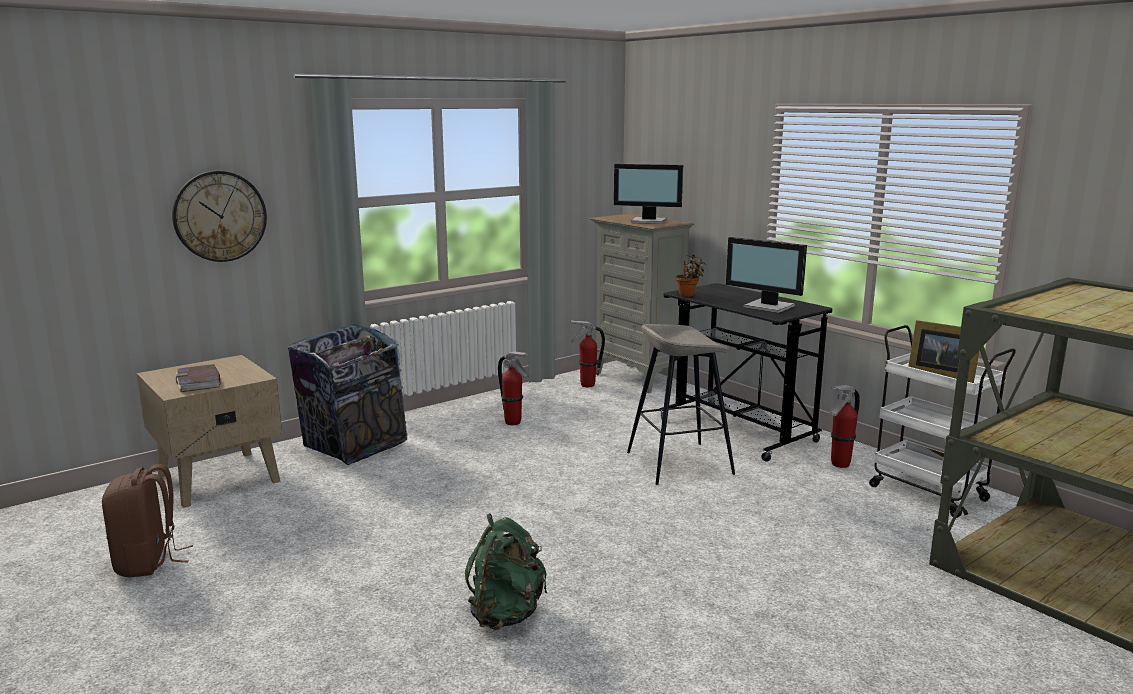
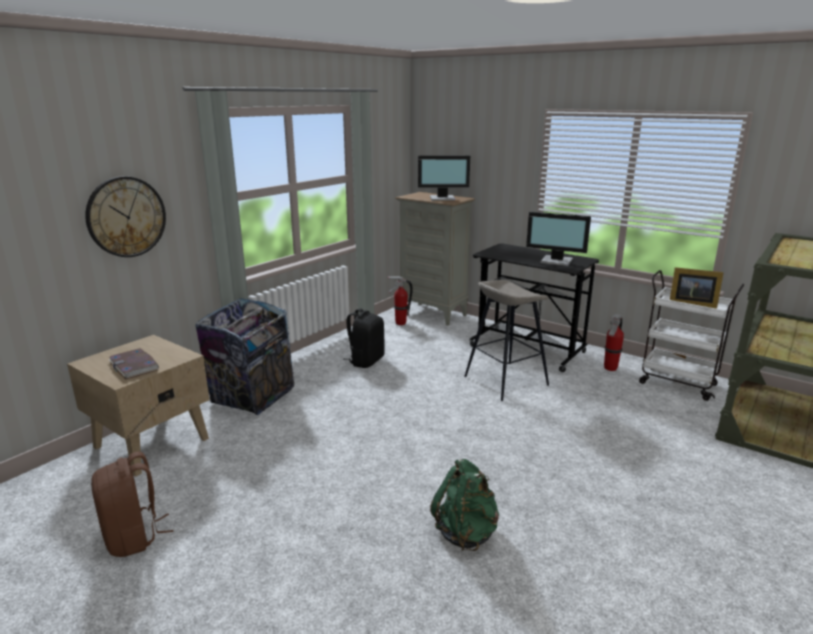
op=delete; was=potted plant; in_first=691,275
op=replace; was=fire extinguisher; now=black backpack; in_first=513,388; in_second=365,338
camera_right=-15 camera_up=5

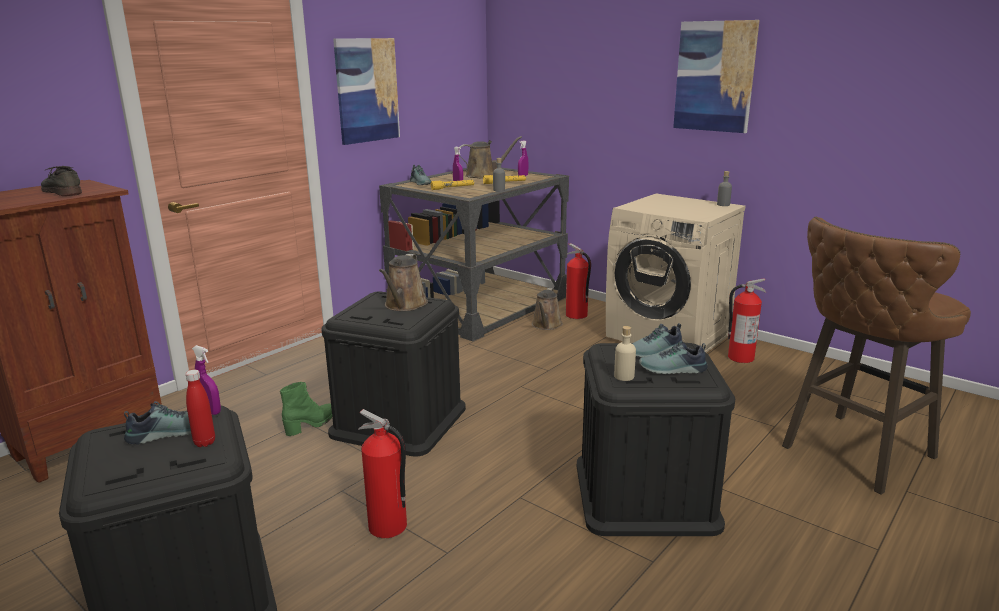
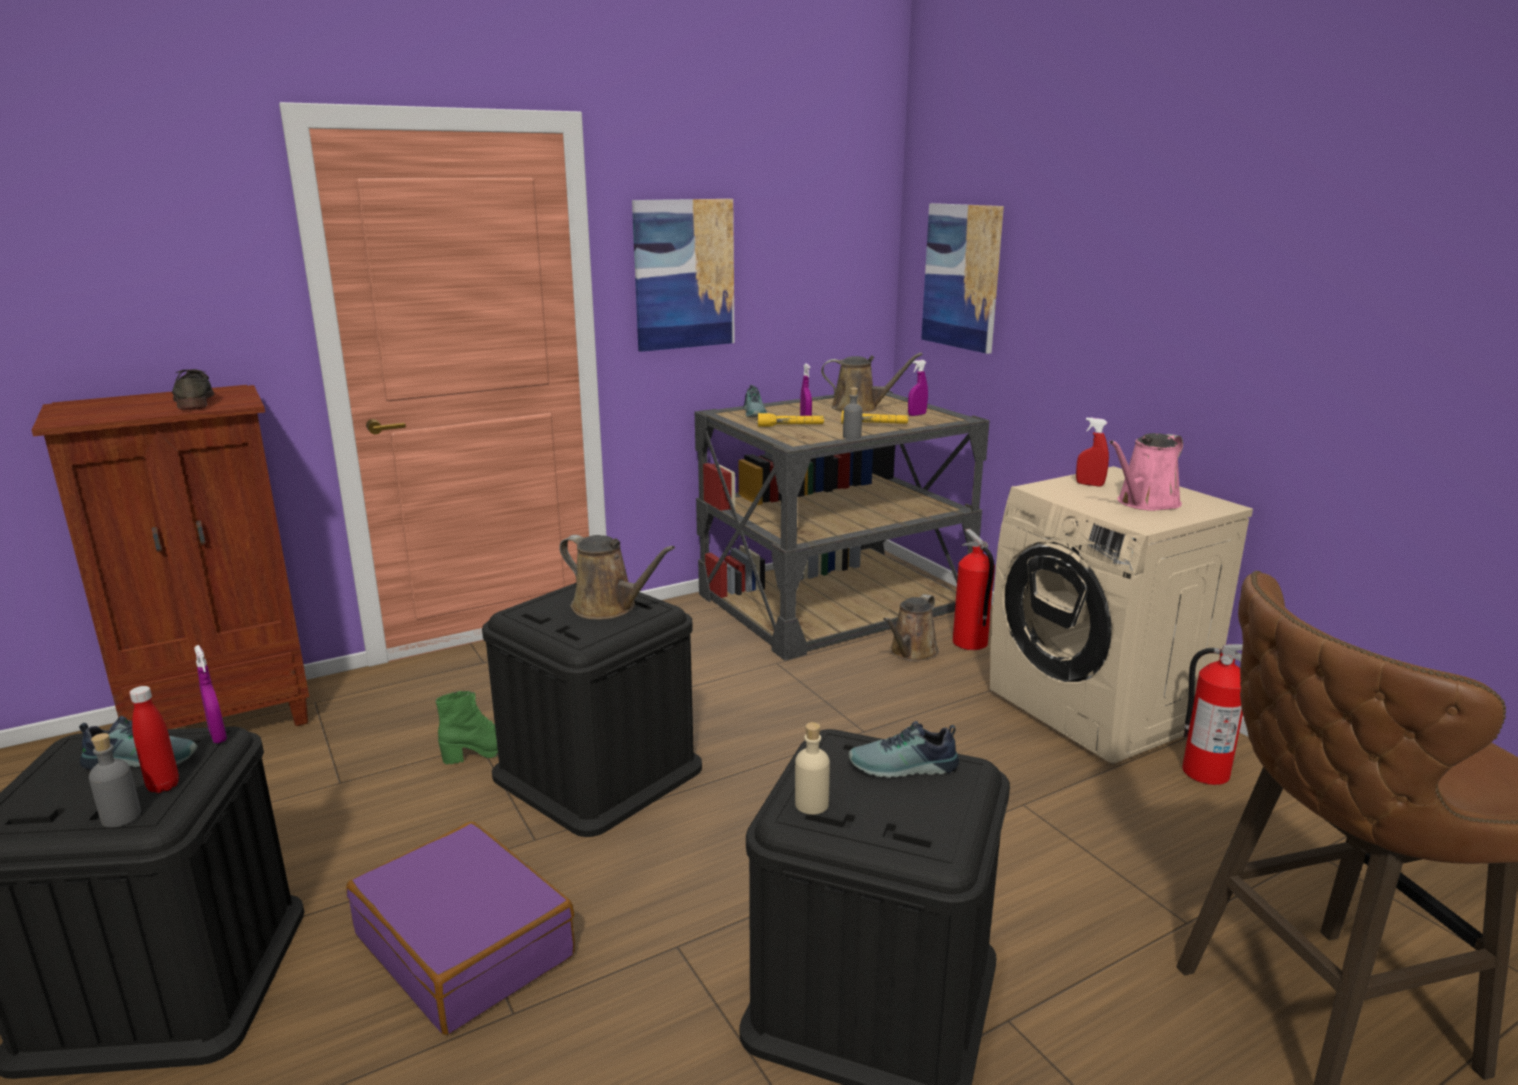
op=delete; was=shoe; in_first=673,357
op=insert; now=red spray bottle; in_second=1092,452
op=insert; now=pink watering can; in_second=1146,472
op=move; was=picture; in_first=716,76; in_second=962,278
op=move; was=grey bottle; in_first=724,188; in_second=115,780
op=replace; was=fire extinguisher; now=purple suitcase; in_first=382,473; in_second=460,928
op=rotate; was=brown watering can; in_first=403,282; in_second=617,577; clockwise=-90
camera_right=20 camera_up=0

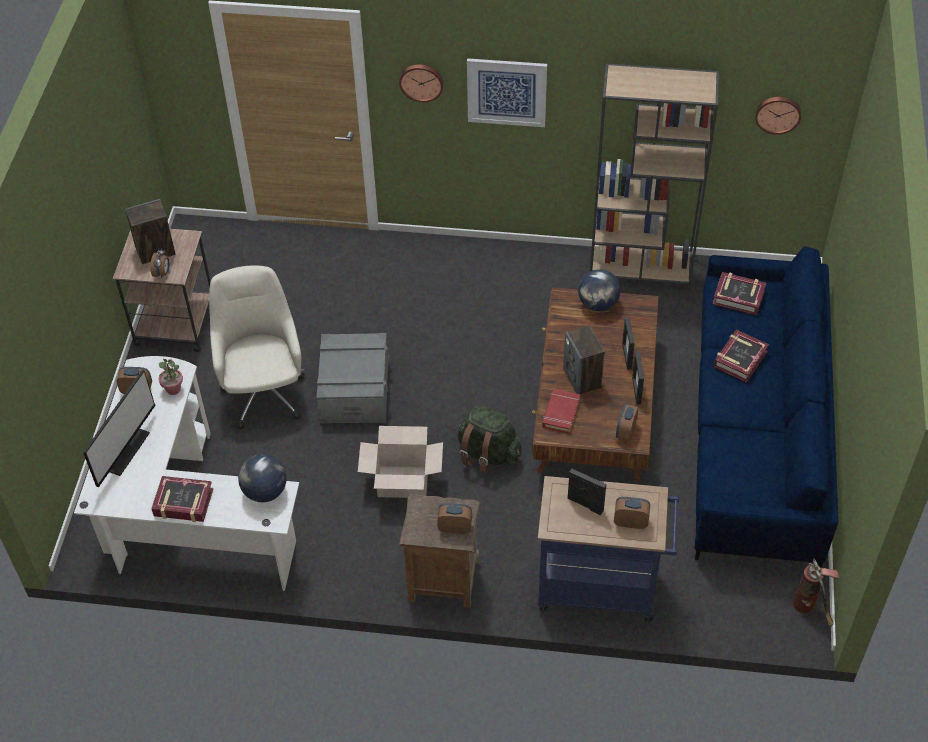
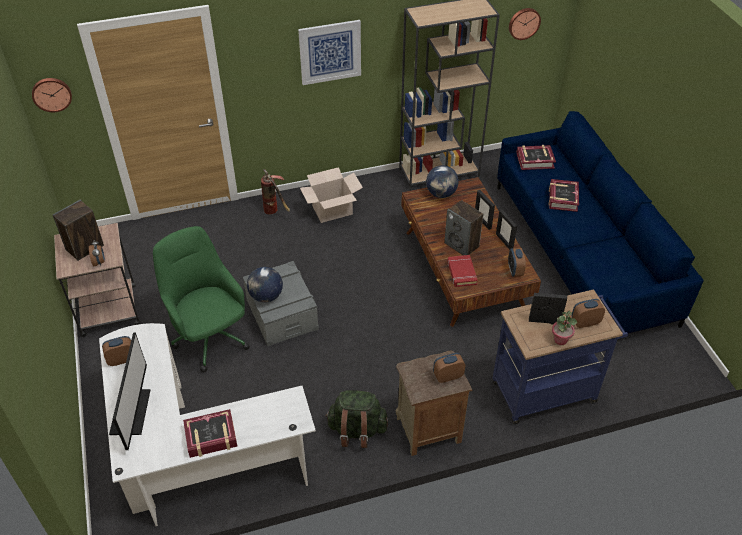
op=move; was=potted plant; in_first=171,377; in_second=564,328
op=move; was=globe; in_first=262,478; in_second=265,285
op=move; was=cardboard box; in_first=400,462; in_second=331,195
op=move; was=wall clock; in_first=421,83; in_second=52,95
op=move; was=green backpack; in_first=490,440; in_second=357,419
op=move; was=fire extinguisher; in_first=816,592; in_second=275,191
op=recolor; was=beige office chair; now=green office chair; in_first=257,347; in_second=201,299
camera_right=-25 camera_up=-5

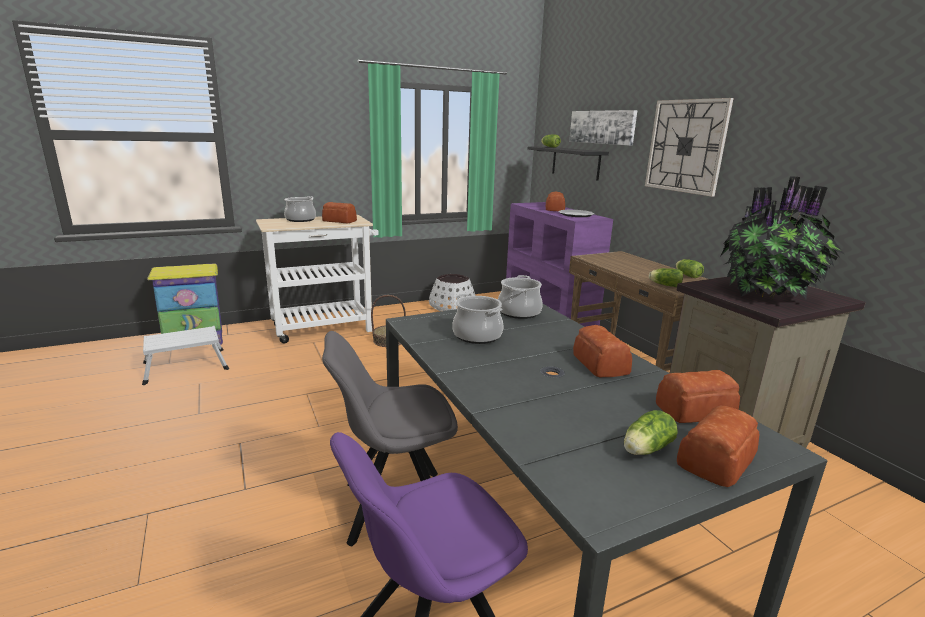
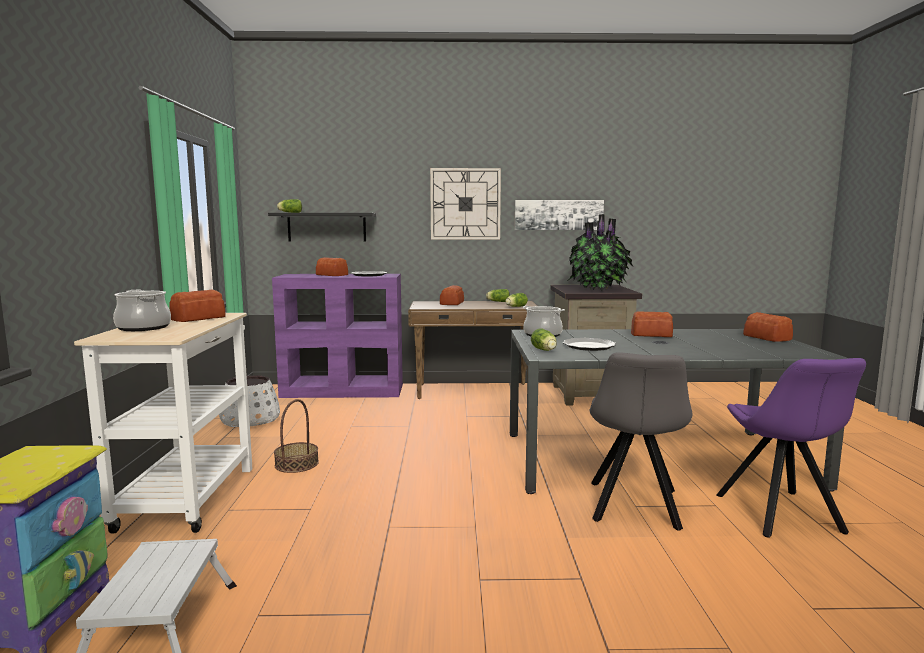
op=move; was=picture; in_first=603,128; in_second=559,215
op=move; was=lettuce; in_first=651,432; in_second=544,339
op=move; was=bread; in_first=698,396; in_second=452,295
op=replace; was=cooking pot; now=plate; in_first=478,319; in_second=589,344
camera_right=-65 camera_up=-10

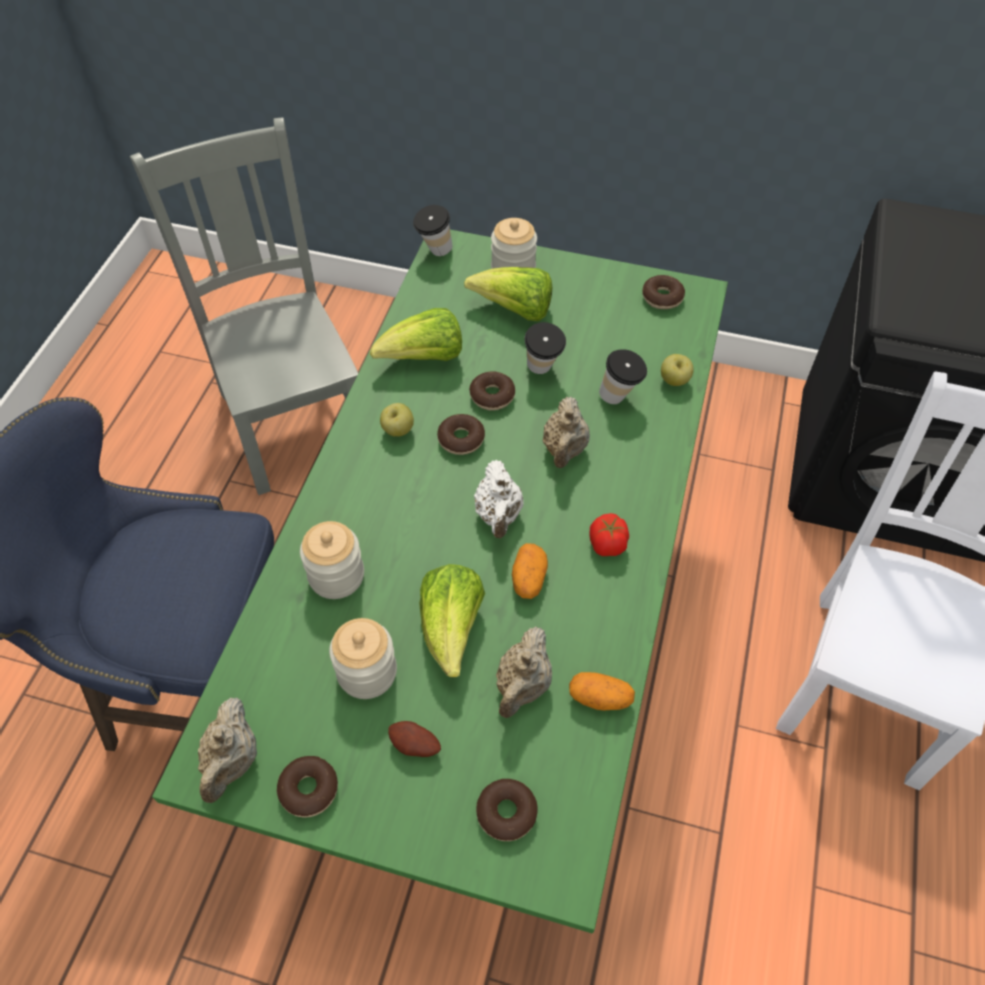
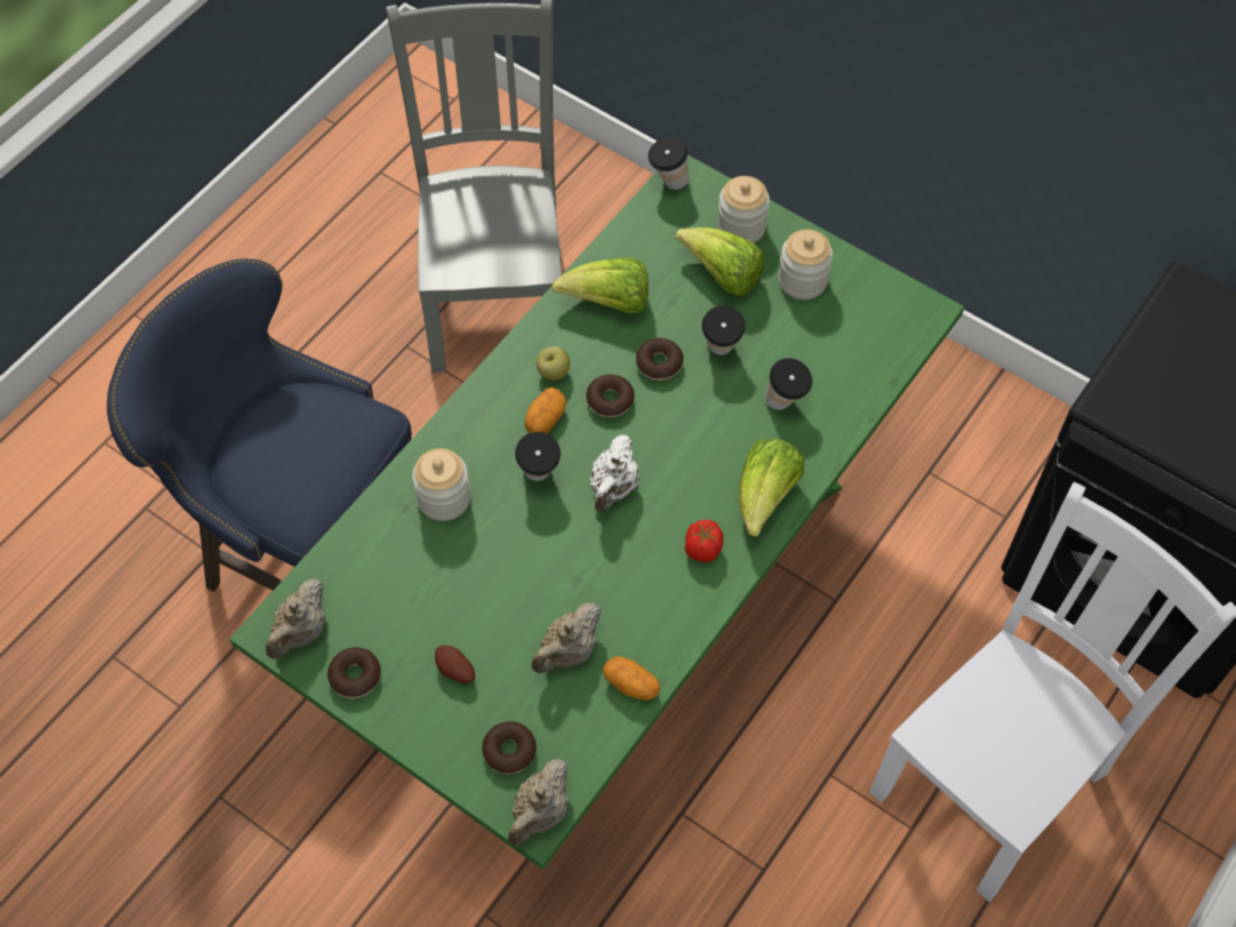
op=delete; was=donut; in_first=663,292
op=delete; was=apple; in_first=677,370
op=insert; now=cup; in_second=538,456
op=move; was=jar; in_first=363,658; in_second=805,264
op=move; was=lettuce; in_first=452,620; in_second=771,488
op=move; was=potato; in_first=530,571; in_second=546,410
op=move; was=beige teapot; in_first=566,432; in_second=538,802
camera_right=20 camera_up=5

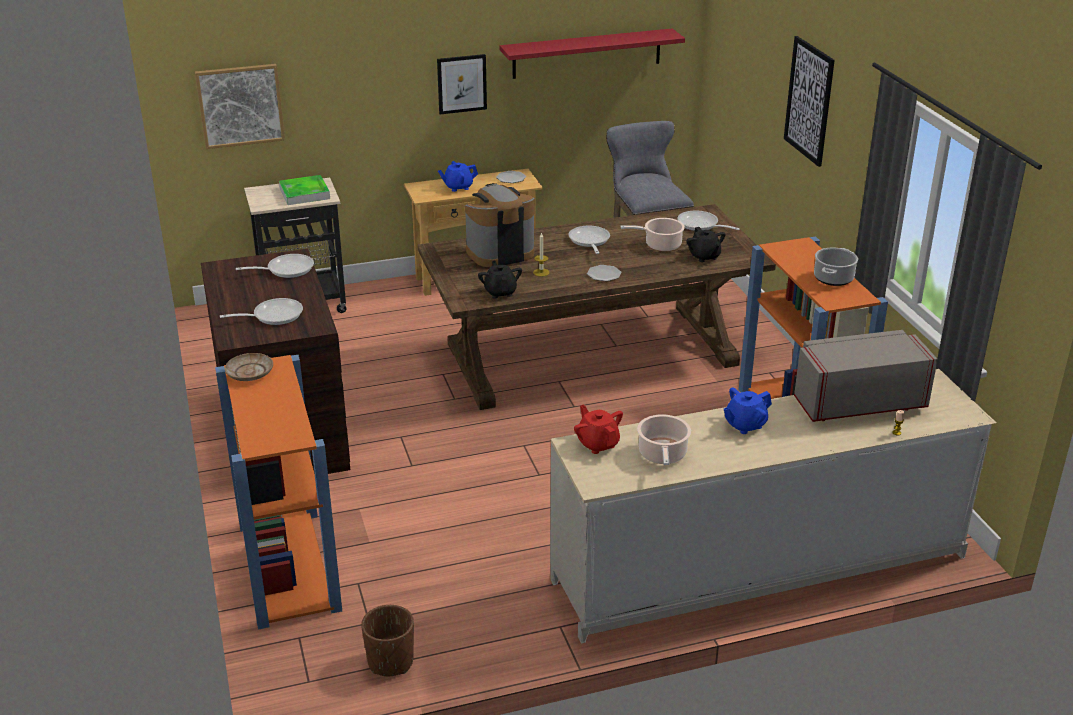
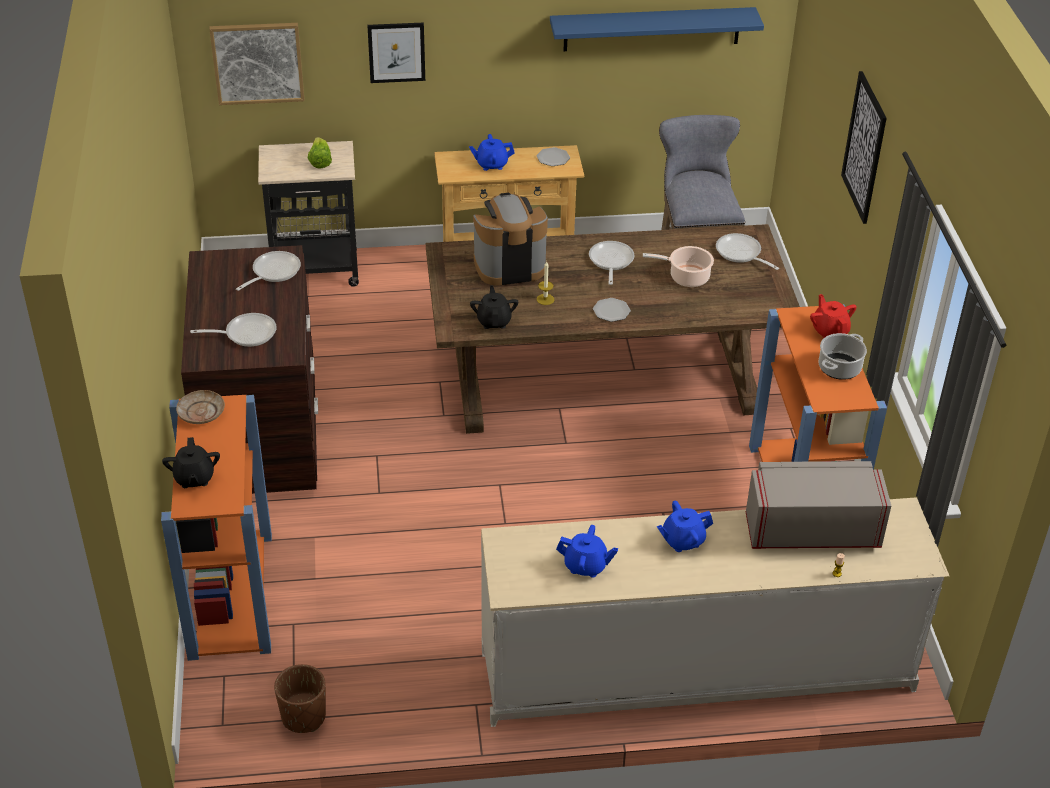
op=move; was=picture; in_first=462,84; in_second=396,52
op=move; was=red teapot; in_first=598,429; in_second=833,316
op=move; was=black teapot; in_first=706,244; in_second=191,462
op=replace; was=tray; now=lettuce; in_first=304,190; in_second=320,152
op=replace; was=cooking pot; now=blue teapot; in_first=664,439; in_second=587,551
op=recolor; was=red shelf; now=blue shelf; in_first=592,53; in_second=657,29
op=rotate; was=frying pan; in_first=275,266; in_second=268,271; clockwise=-45
camera_right=10 camera_up=10

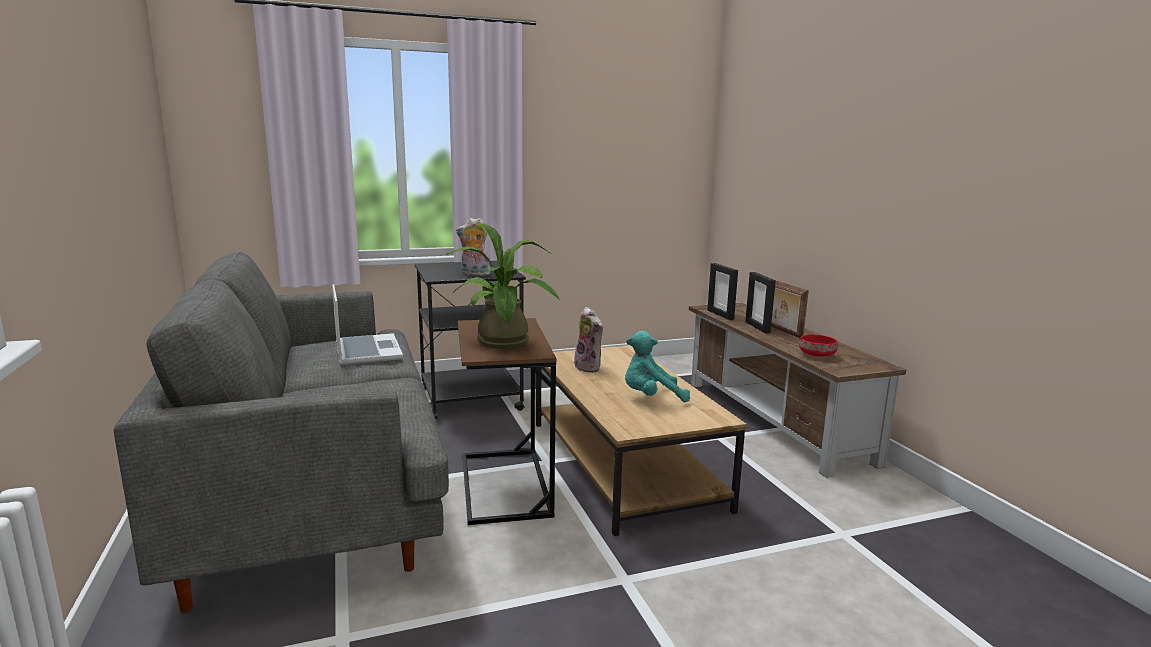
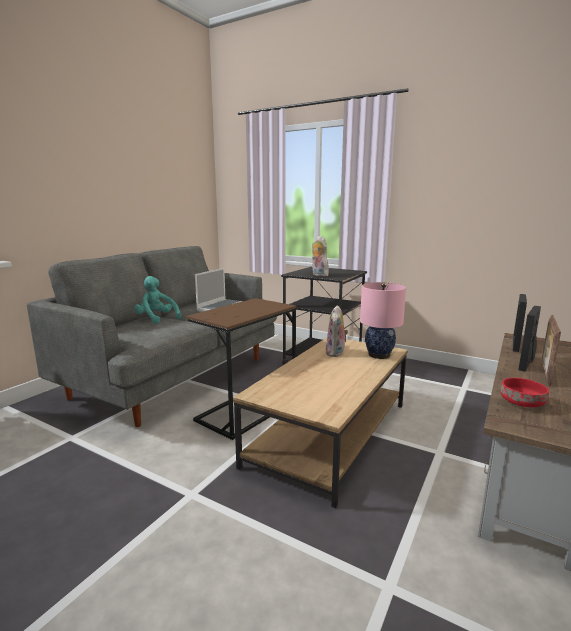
op=delete; was=potted plant; in_first=503,285
op=insert; now=pink table lamp; in_second=383,320
op=move; was=turquoise plush toy; in_first=657,366; in_second=157,300
camera_right=50 camera_up=0

